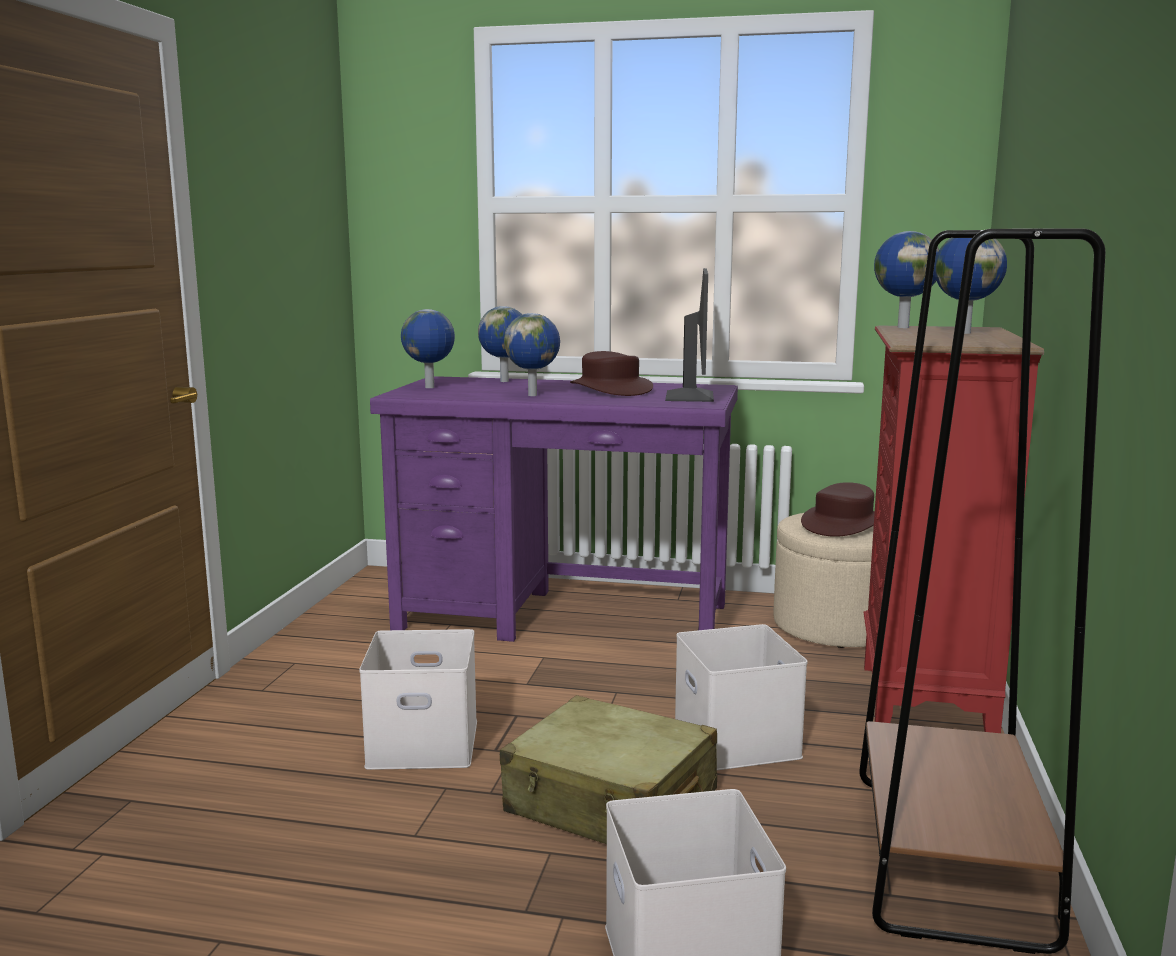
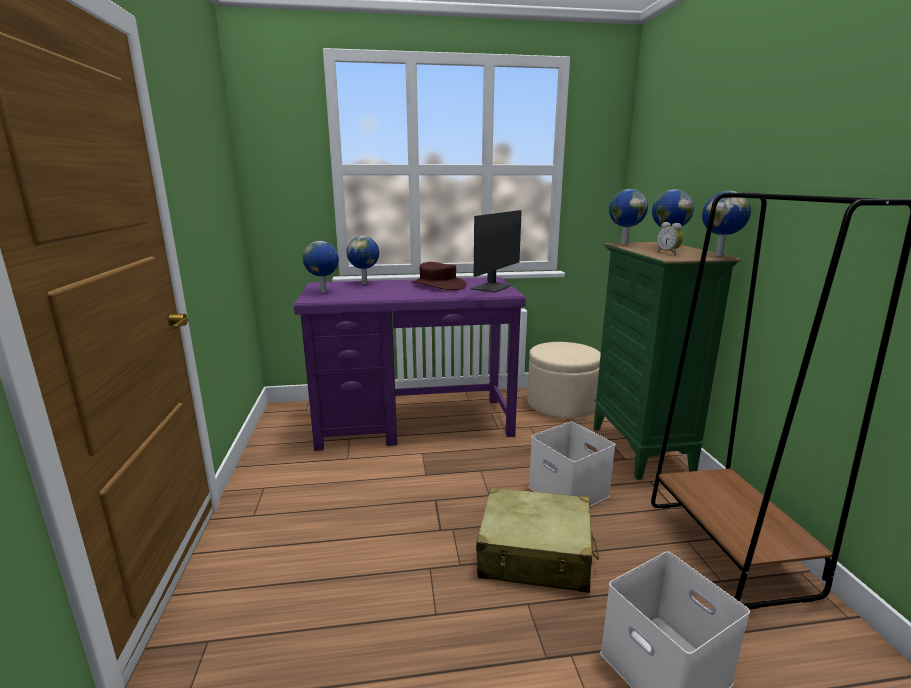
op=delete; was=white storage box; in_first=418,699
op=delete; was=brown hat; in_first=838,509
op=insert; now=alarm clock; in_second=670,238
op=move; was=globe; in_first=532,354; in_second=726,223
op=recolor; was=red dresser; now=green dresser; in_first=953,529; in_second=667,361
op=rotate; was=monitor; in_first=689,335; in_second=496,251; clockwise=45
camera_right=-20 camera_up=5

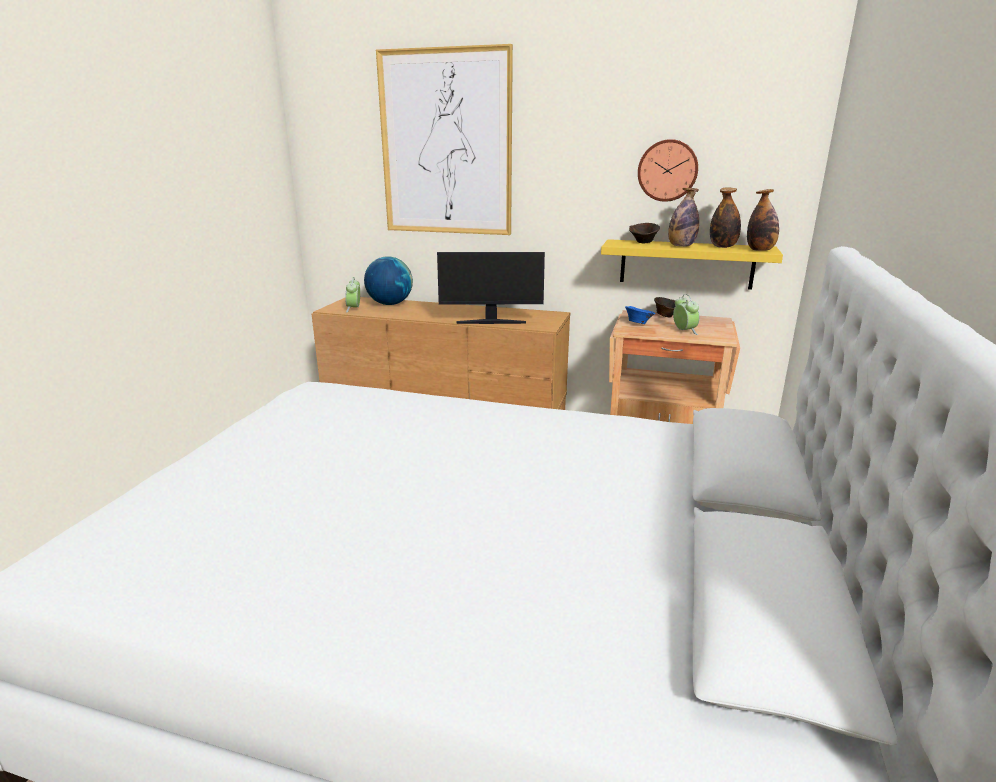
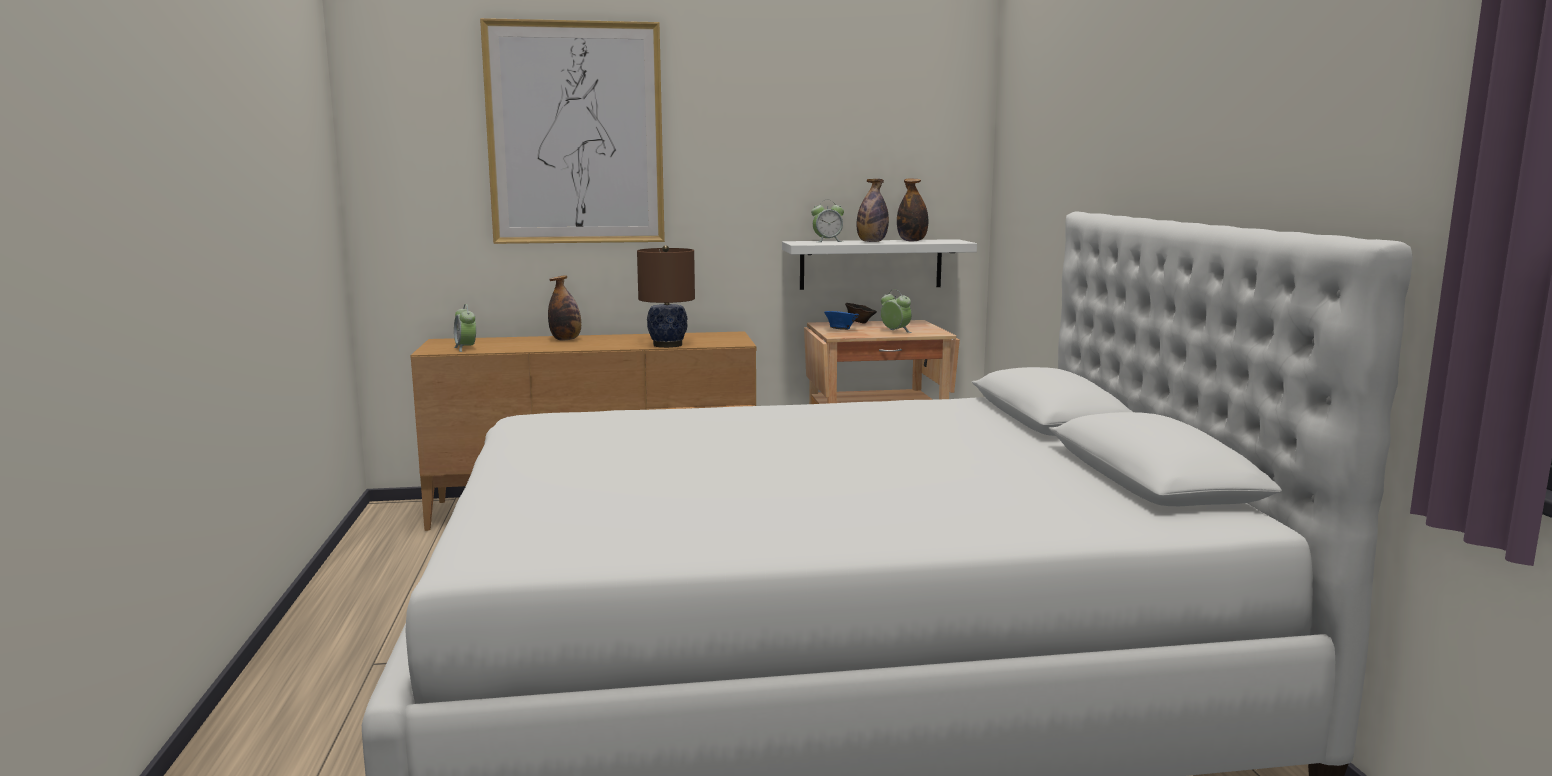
op=delete; was=globe; in_first=388,280
op=delete; was=wall clock; in_first=668,170
op=move; was=bottle; in_first=763,220; in_second=564,308
op=replace; was=monitor; now=brown table lamp; in_first=491,288; in_second=666,296
op=replace; was=brown bowl; now=alarm clock; in_first=644,233; in_second=827,221
op=recolor; was=yellow shelf; now=white shelf; in_first=692,264; in_second=879,264
camera_right=-25 camera_up=-10

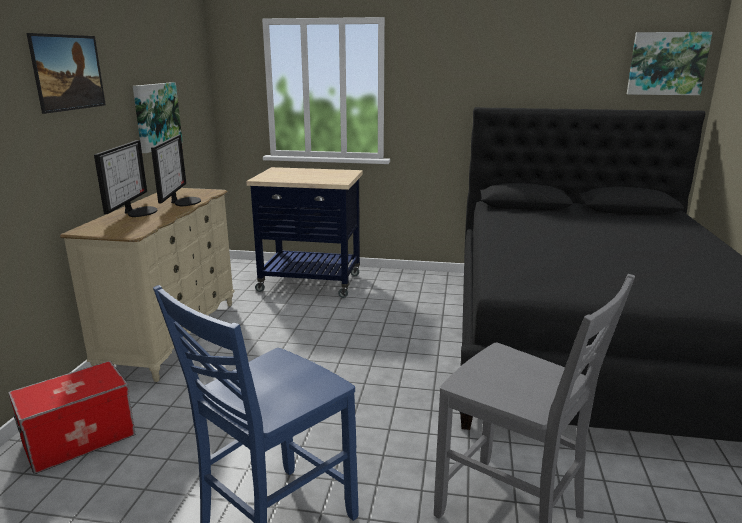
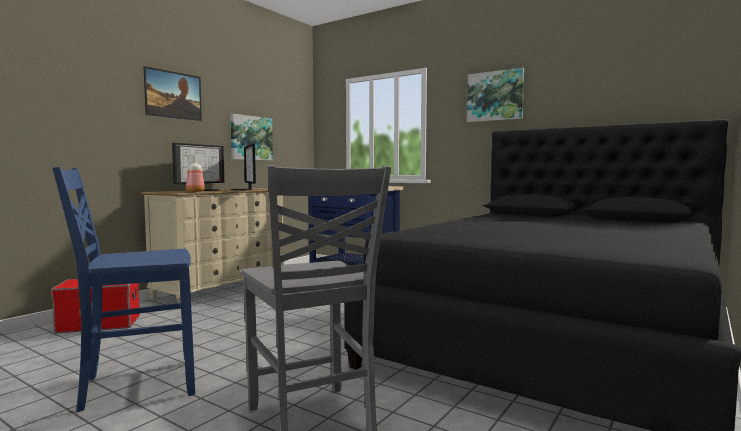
op=insert; now=bottle; in_second=195,173
op=move; was=picture; in_first=670,63; in_second=495,95
op=rotate; was=monitor; in_first=176,170; in_second=243,167; clockwise=135
camera_right=25 camera_up=-15

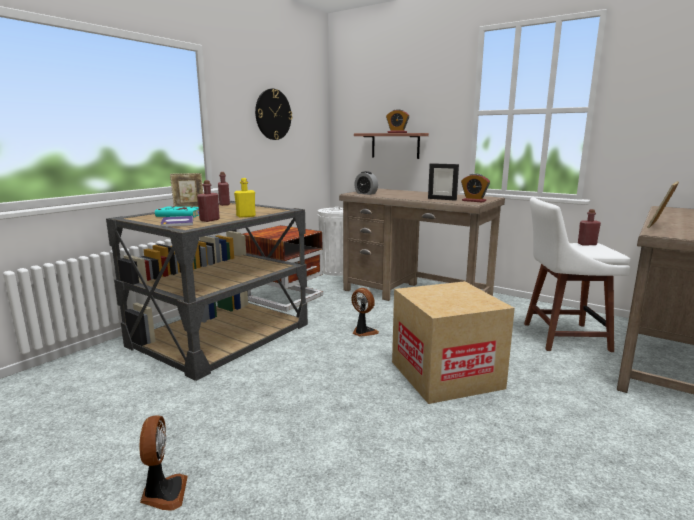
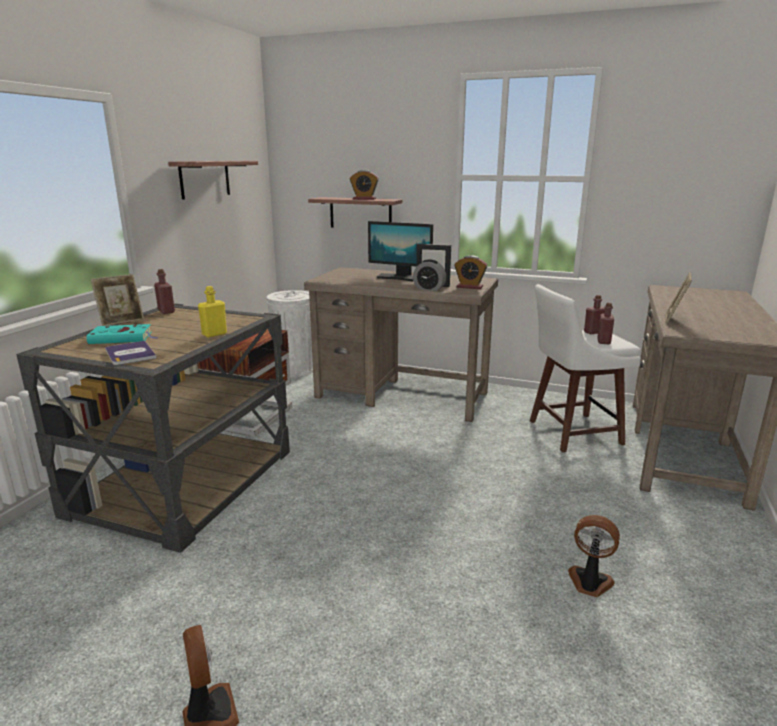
op=delete; was=cardboard box; in_first=453,342
op=insert; now=monitor; in_second=400,251
op=move; was=red bottle; in_first=208,201; in_second=605,323
op=move; was=fan; in_first=365,312; in_second=594,556
op=move; was=alarm clock; in_first=366,183; in_second=429,275
op=replace; was=wall clock; now=shelf; in_first=273,114; in_second=213,180
camera_right=-15 camera_up=5

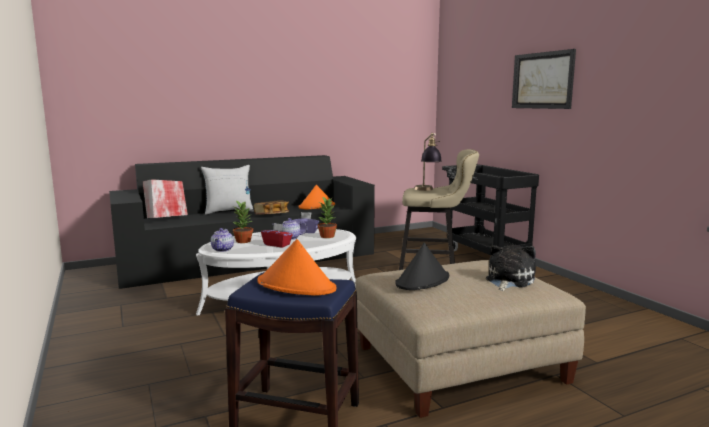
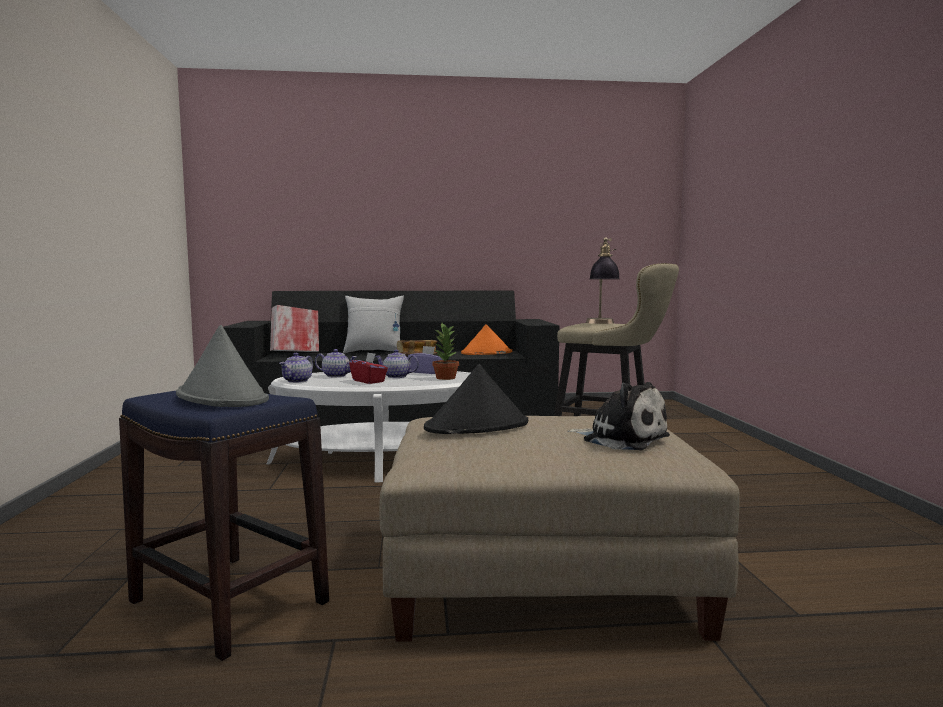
op=delete; was=black cart; in_first=490,209
op=delete; was=picture; in_first=544,79
op=replace; was=potted plant; now=teapot; in_first=243,222; in_second=336,363
op=recolor; was=orange hat; now=grey hat; in_first=296,267; in_second=222,366
op=rotate; was=plush toy; in_first=511,268; in_second=618,416; clockwise=75
camera_right=20 camera_up=-5

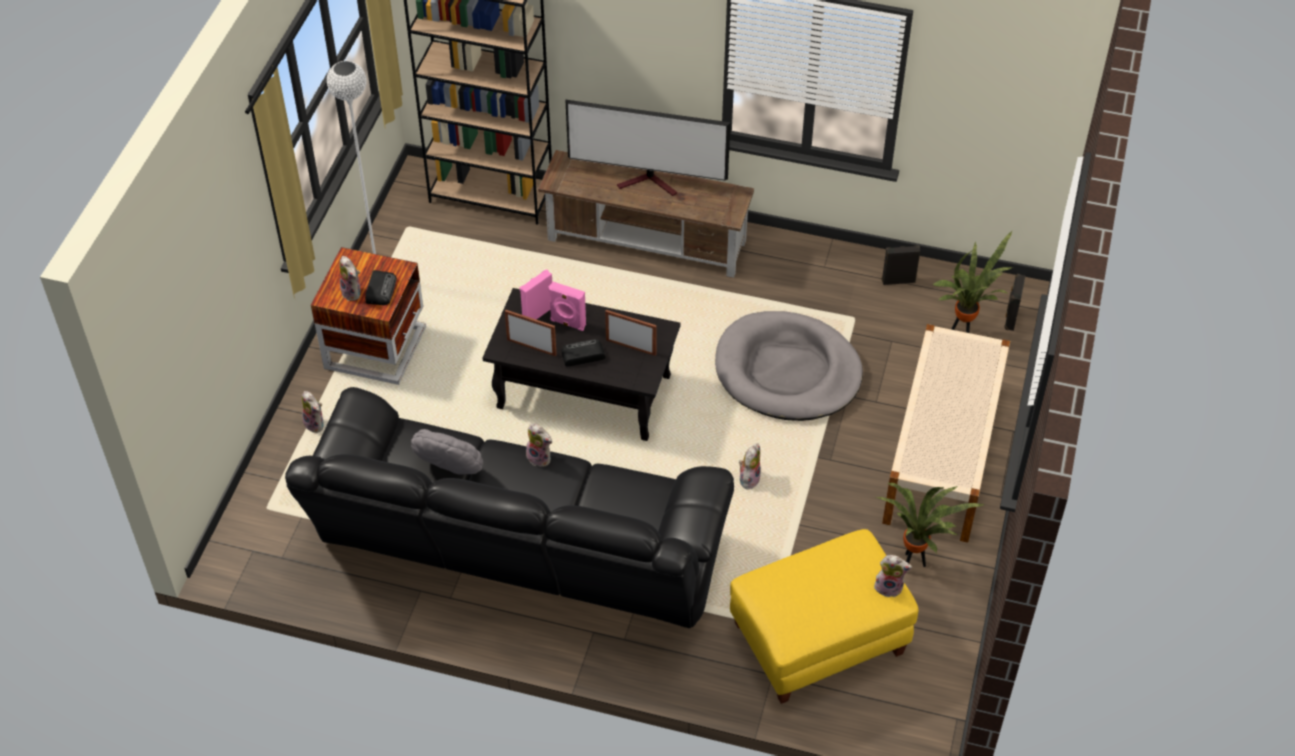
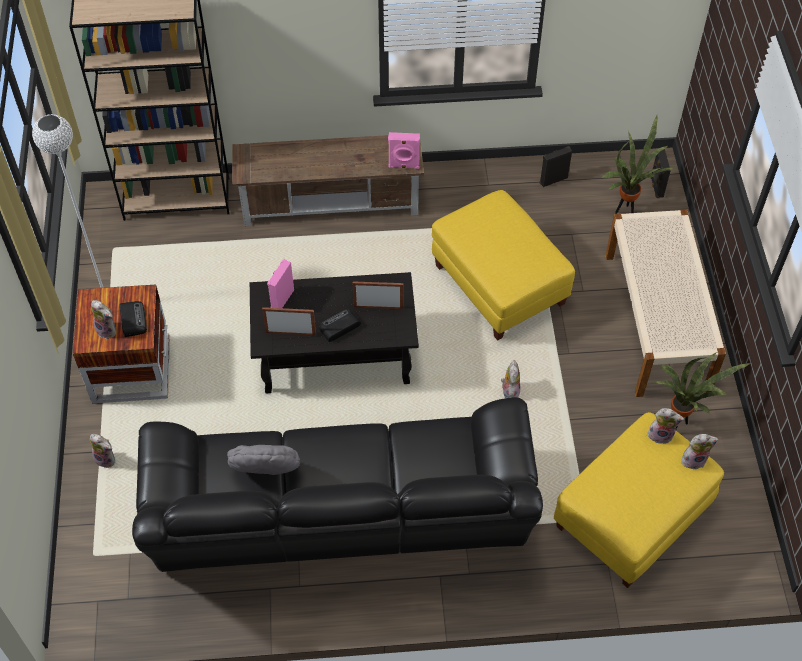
op=delete; was=television; in_first=647,148
op=move; was=plush toy; in_first=539,445; in_second=666,426
op=move; was=pink speaker; in_first=567,306; in_second=404,150
op=replace; was=grey dog bed; now=yellow ottoman; in_first=789,366; in_second=503,265
camera_right=-20 camera_up=5

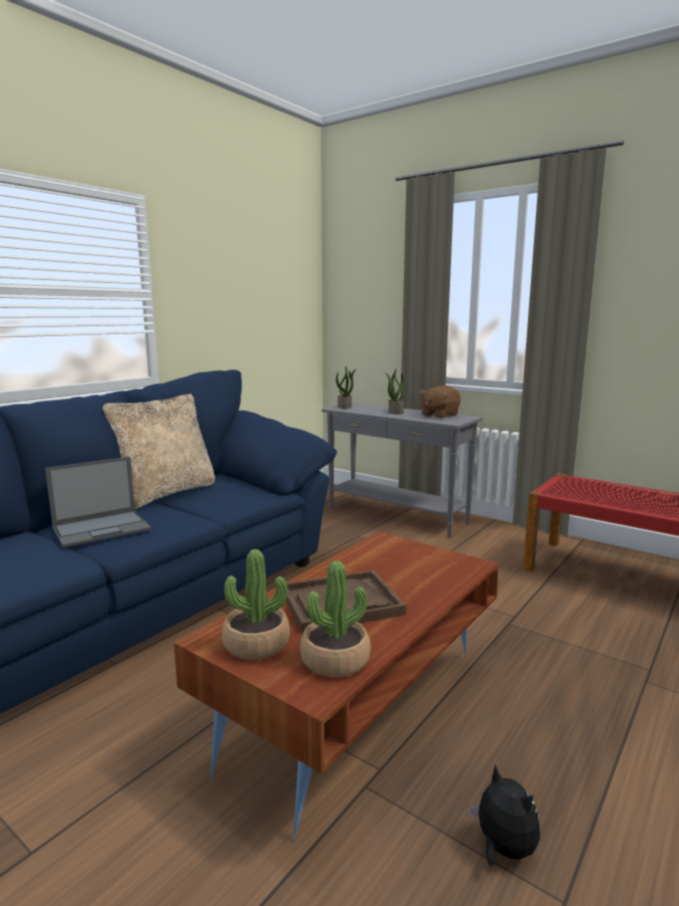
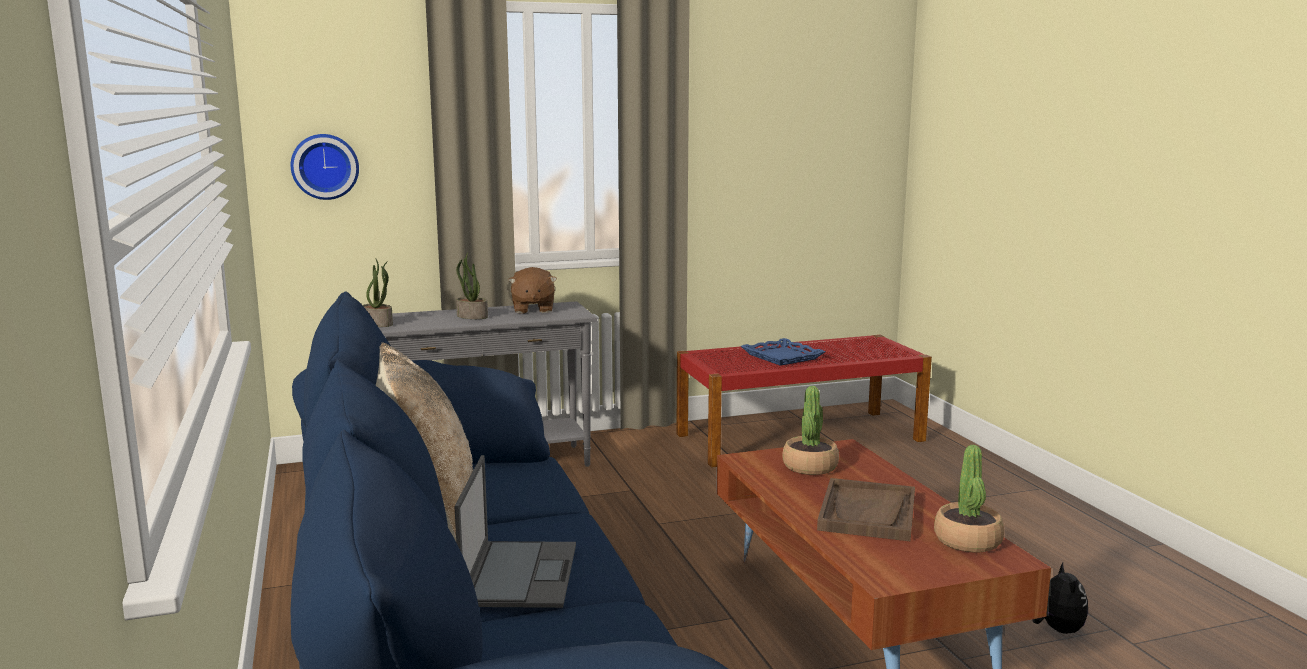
op=insert; now=wall clock; in_second=325,167
op=insert; now=blue tray; in_second=783,352
op=move; was=potted plant; in_first=256,604; in_second=810,430
op=rotate; was=plush toy; in_first=504,815; in_second=1060,598; clockwise=90
camera_right=-55 camera_up=0

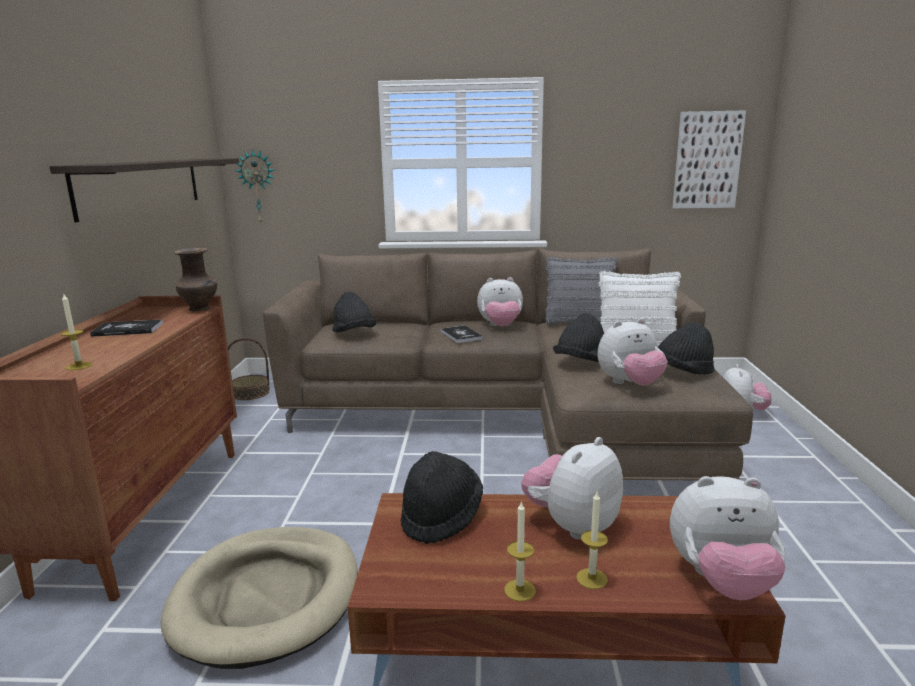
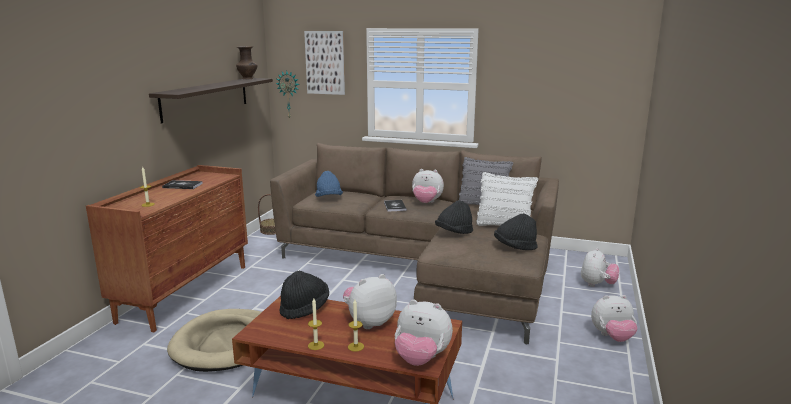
op=move; was=brown vase; in_first=195,280; in_second=246,62
op=move; was=plush toy; in_first=633,352; in_second=614,318
op=move; was=picture; in_first=709,159; in_second=324,63
op=recolor; was=black hat; now=blue hat; in_first=354,312; in_second=329,184
camera_right=15 camera_up=0

